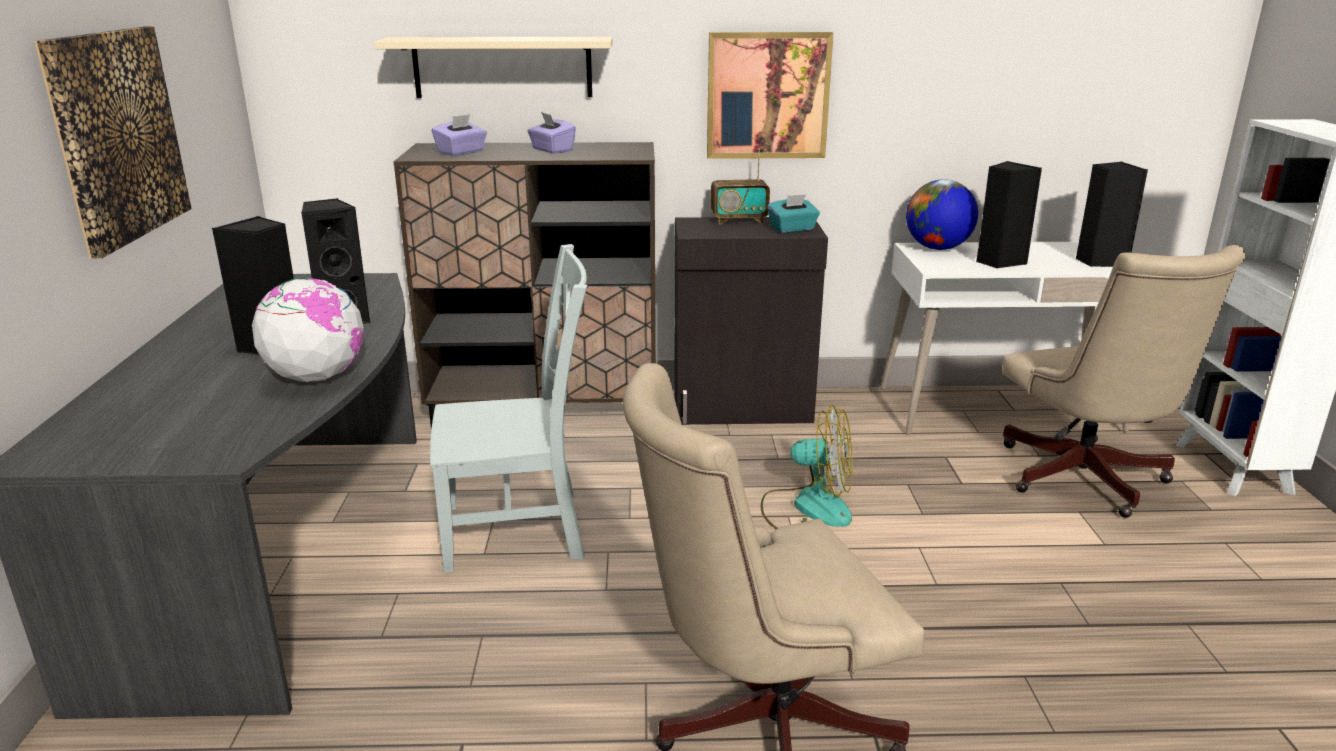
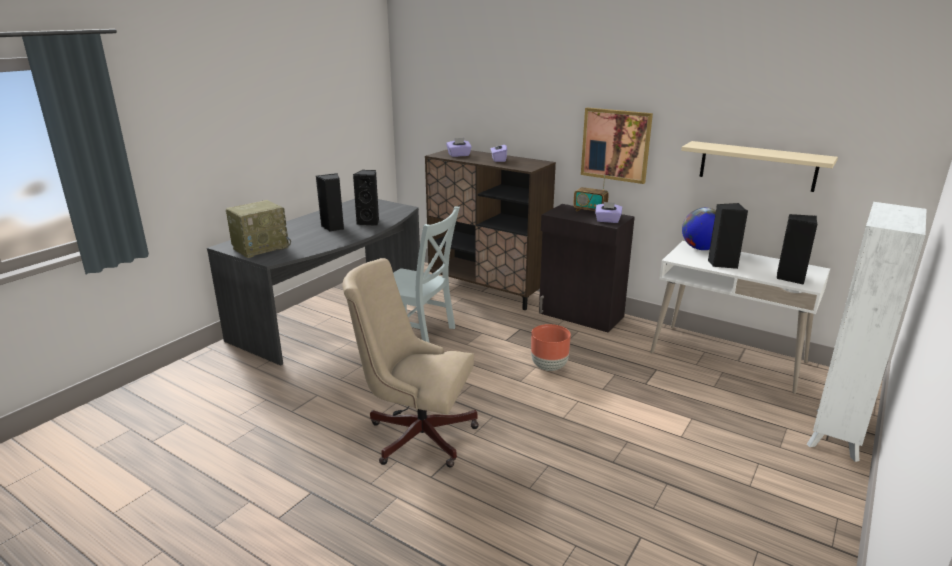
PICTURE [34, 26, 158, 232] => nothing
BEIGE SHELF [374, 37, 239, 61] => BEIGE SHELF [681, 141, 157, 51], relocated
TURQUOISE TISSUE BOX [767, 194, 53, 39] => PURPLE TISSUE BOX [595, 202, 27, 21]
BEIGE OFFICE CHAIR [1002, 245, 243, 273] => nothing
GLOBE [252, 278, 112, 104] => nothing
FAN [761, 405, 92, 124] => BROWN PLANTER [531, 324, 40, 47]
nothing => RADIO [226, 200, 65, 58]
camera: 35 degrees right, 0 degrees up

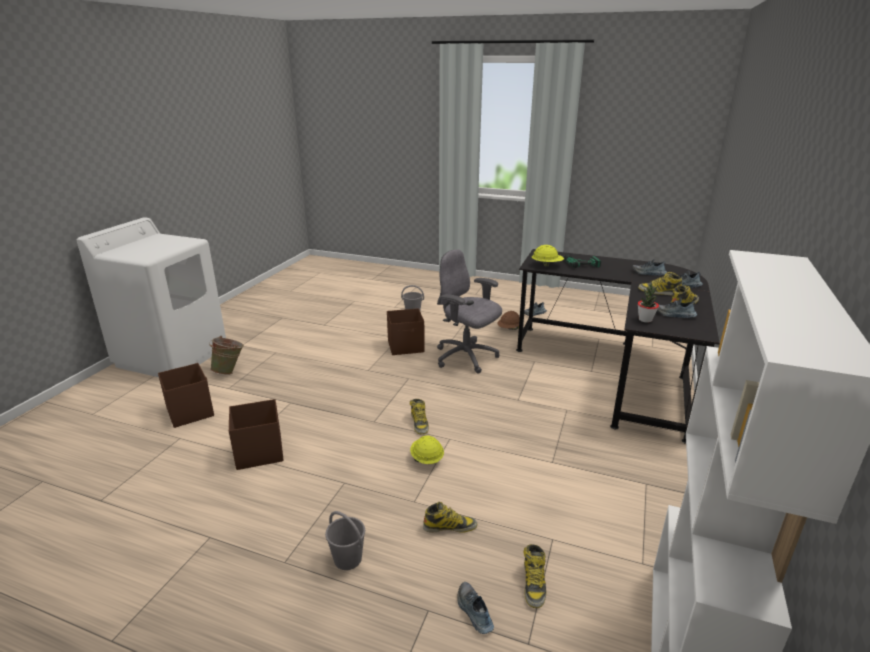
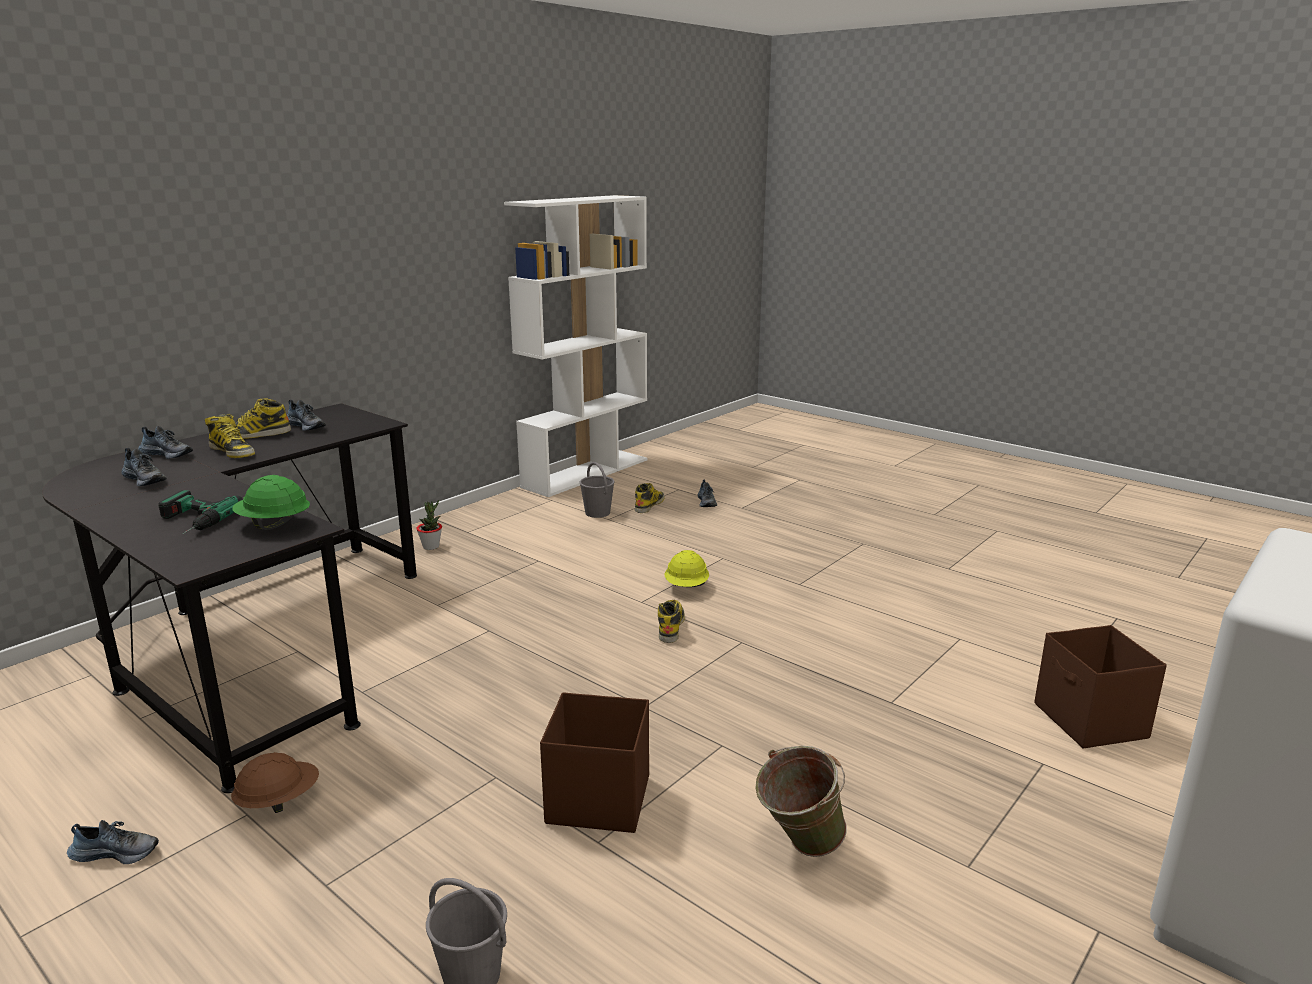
YELLOW HARD HAT [532, 245, 32, 22] => GREEN HARD HAT [232, 475, 78, 55]
GREY OFFICE CHAIR [437, 249, 65, 125] => nothing
POTTED PLANT [638, 284, 21, 39] => POTTED PLANT [416, 500, 26, 50], relocated
GREEN BUCKET [209, 336, 35, 39] => GREEN BUCKET [755, 746, 92, 111], relocated
BROWN STORAGE BOX [229, 399, 55, 71] => nothing
BOOT [423, 502, 54, 31] => nothing
GREY BUCKET [325, 511, 40, 59] => GREY BUCKET [580, 462, 35, 56], relocated
camera: 160 degrees left, 5 degrees down

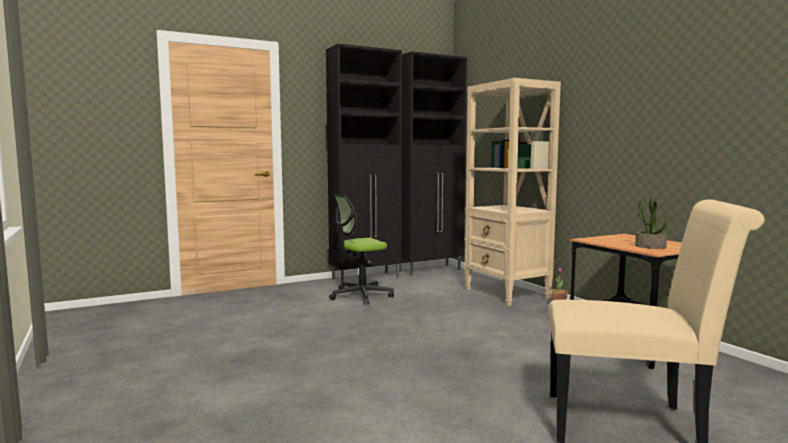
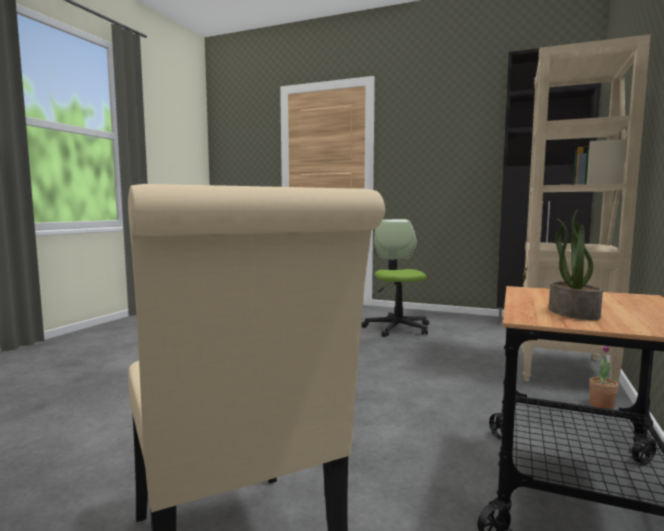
BLACK CABINET [326, 44, 76, 238] => nothing
OFFICE CHAIR [329, 194, 65, 111] => OFFICE CHAIR [362, 219, 67, 118], 60 degrees clockwise
camera: 50 degrees right, 0 degrees up

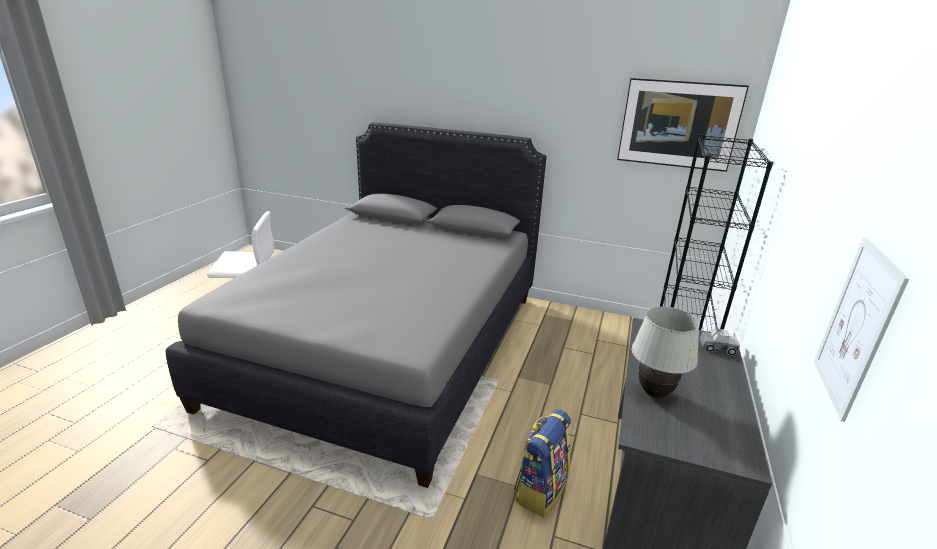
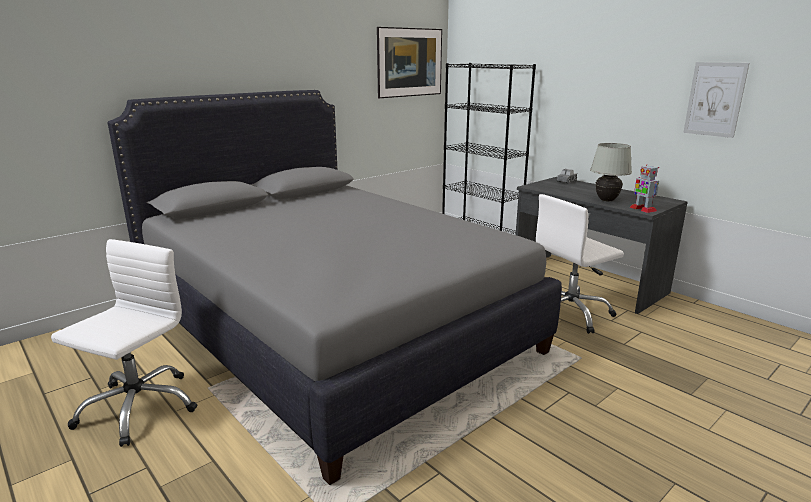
BACKPACK [514, 409, 57, 108] => WHITE OFFICE CHAIR [536, 194, 88, 140]
nothing => TOY ROBOT [630, 164, 29, 49]
camera: 60 degrees left, 5 degrees down

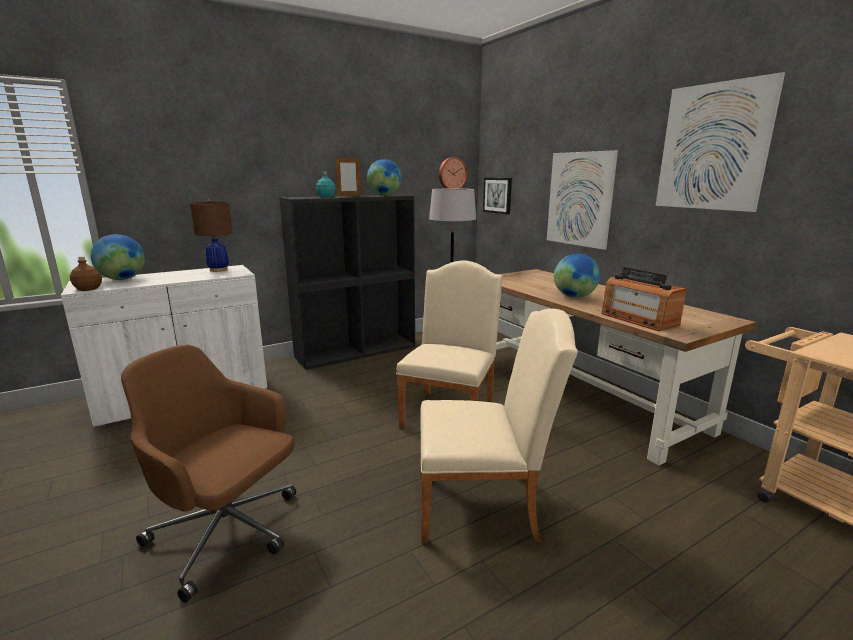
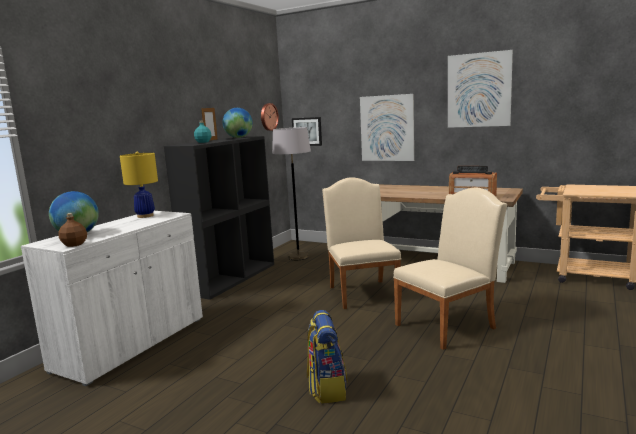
BROWN TABLE LAMP [190, 200, 43, 72] => YELLOW TABLE LAMP [120, 152, 38, 66]
GLOBE [554, 254, 46, 44] => nothing
BROWN OFFICE CHAIR [121, 345, 175, 258] => BACKPACK [307, 310, 41, 94]
camera: 30 degrees left, 5 degrees down

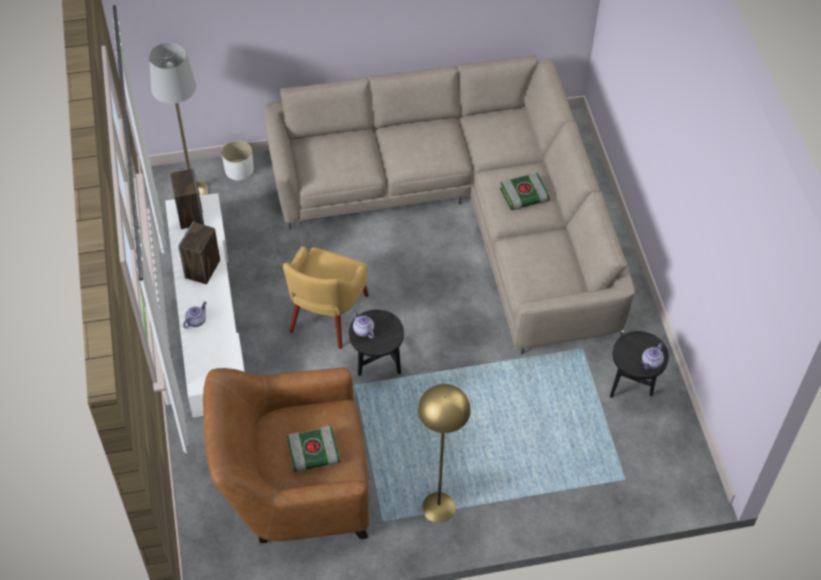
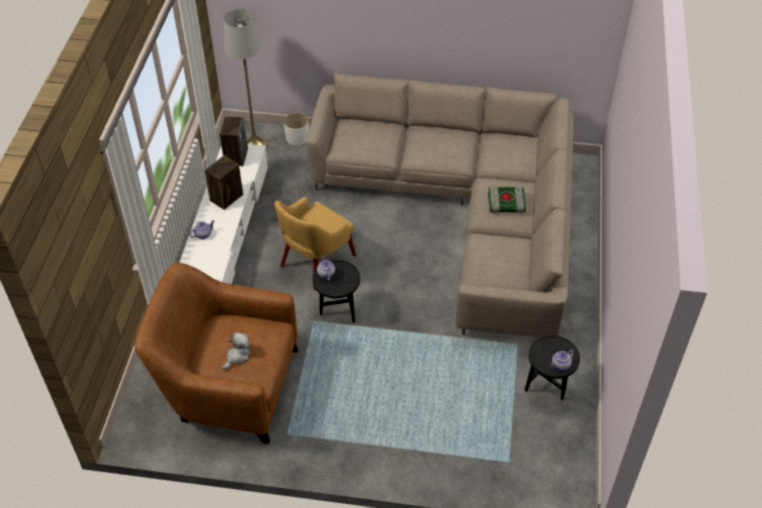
YELLOW FLOOR LAMP [418, 384, 53, 139] => nothing
BOOK [287, 426, 53, 46] => PLUSH TOY [222, 332, 28, 38]
camera: 20 degrees right, 5 degrees down

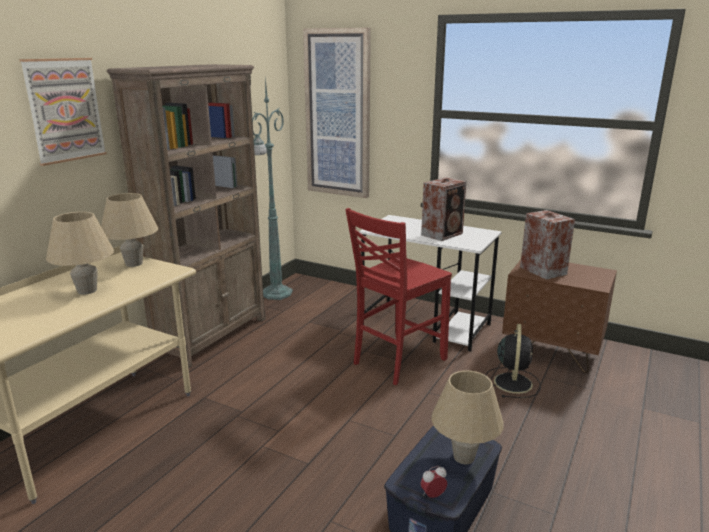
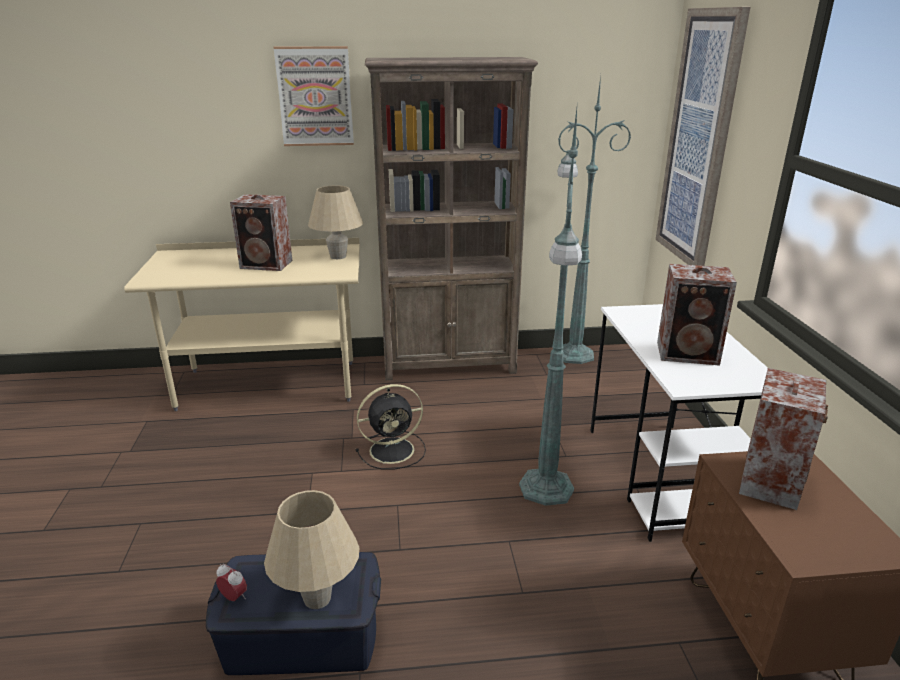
RED CHAIR [345, 208, 107, 177] => GREEN FLOOR LAMP [519, 109, 63, 397]
BEIGE TABLE LAMP [46, 212, 68, 83] => SPEAKER [230, 194, 62, 77]
BLACK FAN [486, 324, 55, 74] => BLACK FAN [355, 384, 71, 86], relocated
camera: 55 degrees right, 5 degrees up

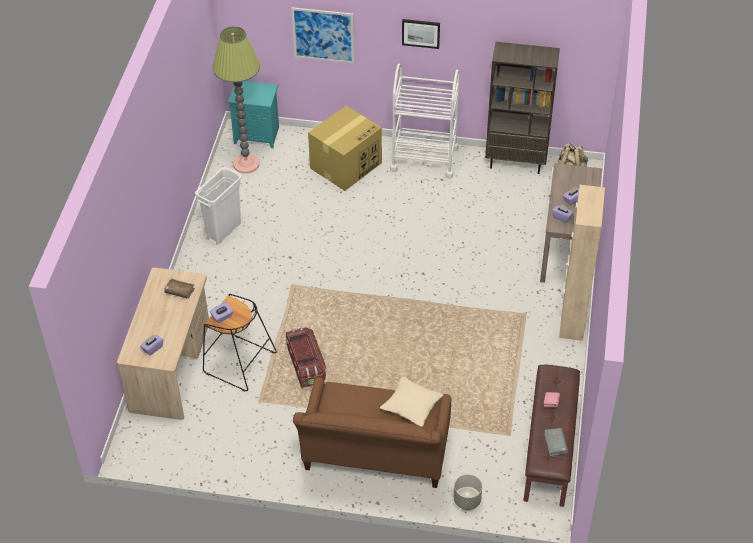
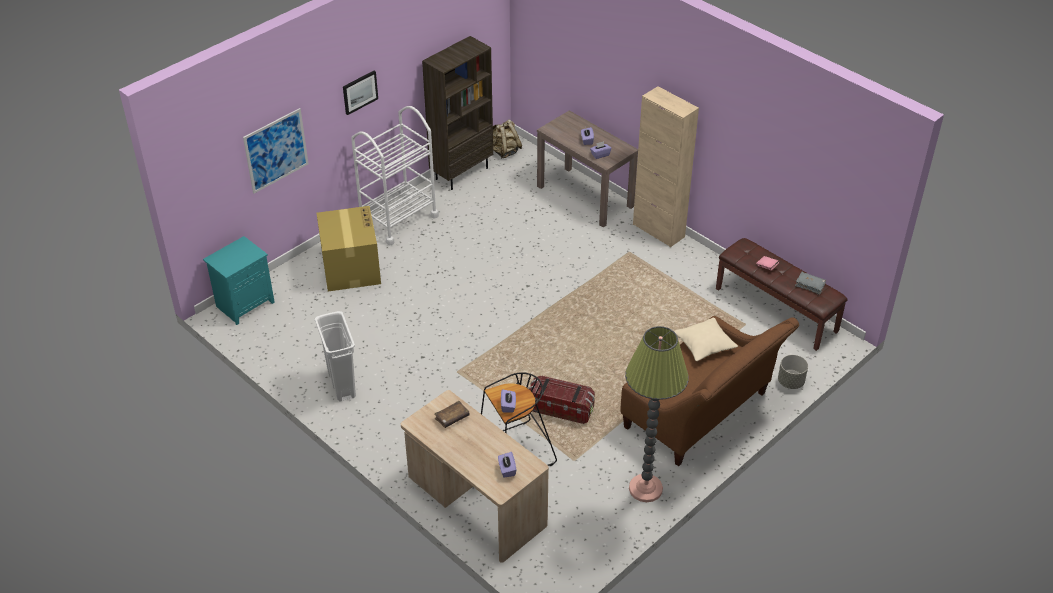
FLOOR LAMP [212, 26, 48, 148] => FLOOR LAMP [625, 326, 64, 176], relocated
camera: 55 degrees left, 5 degrees down

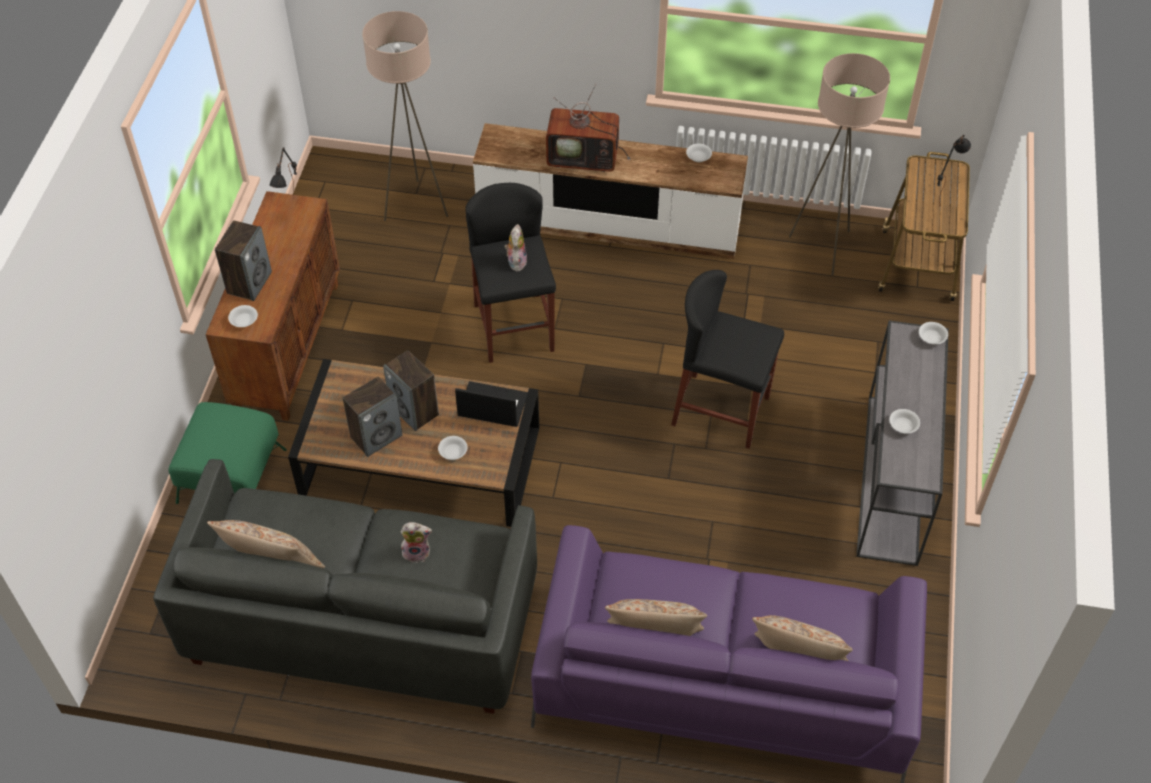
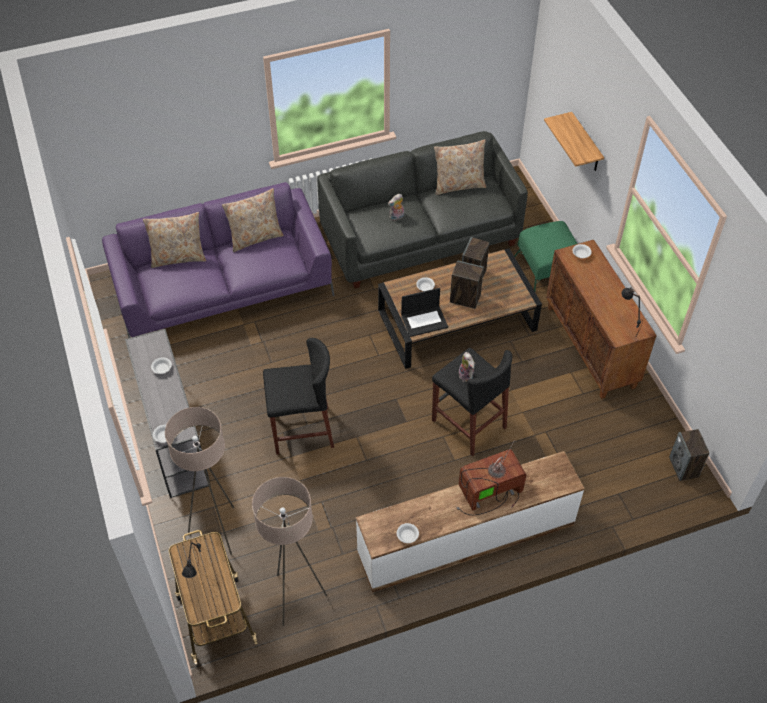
BEIGE FLOOR LAMP [362, 11, 86, 210] => BEIGE FLOOR LAMP [165, 407, 69, 148], relocated
SPEAKER [215, 220, 57, 81] => SPEAKER [669, 429, 40, 52], relocated
nothing => SHELF [544, 112, 60, 59]
camera: 150 degrees right, 0 degrees up

